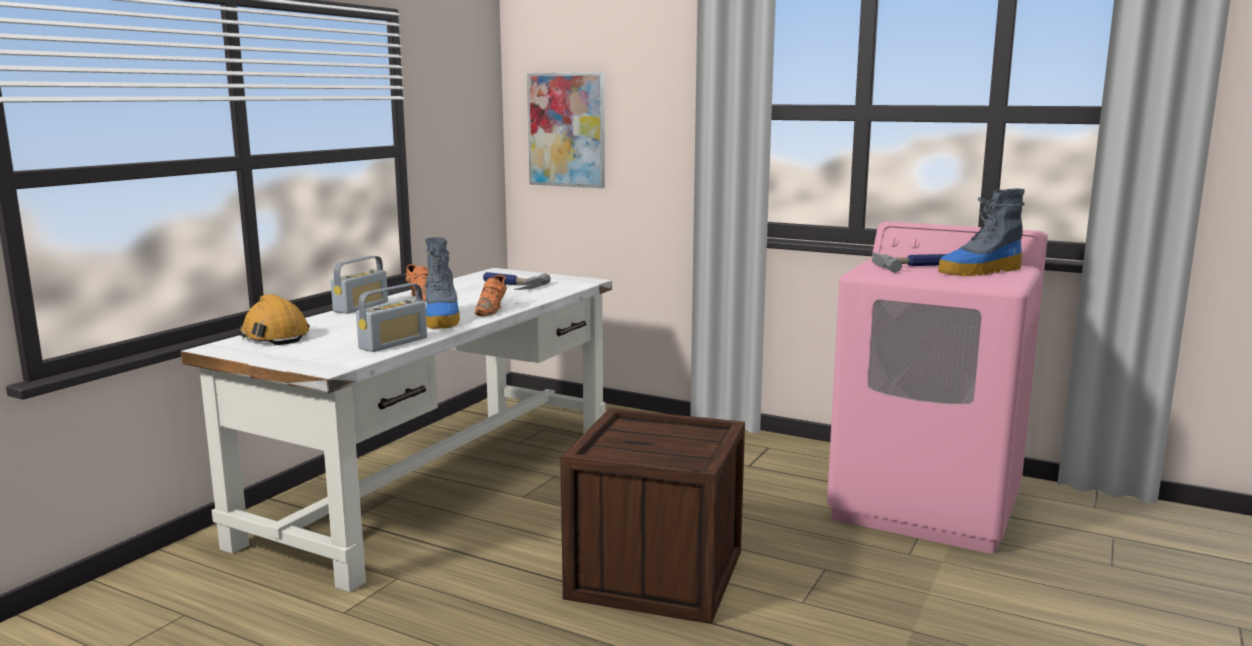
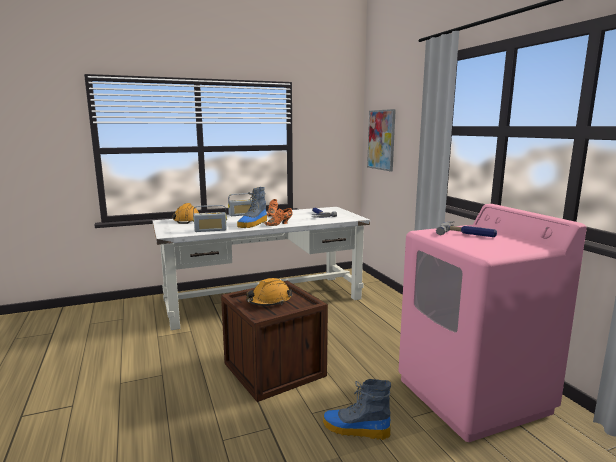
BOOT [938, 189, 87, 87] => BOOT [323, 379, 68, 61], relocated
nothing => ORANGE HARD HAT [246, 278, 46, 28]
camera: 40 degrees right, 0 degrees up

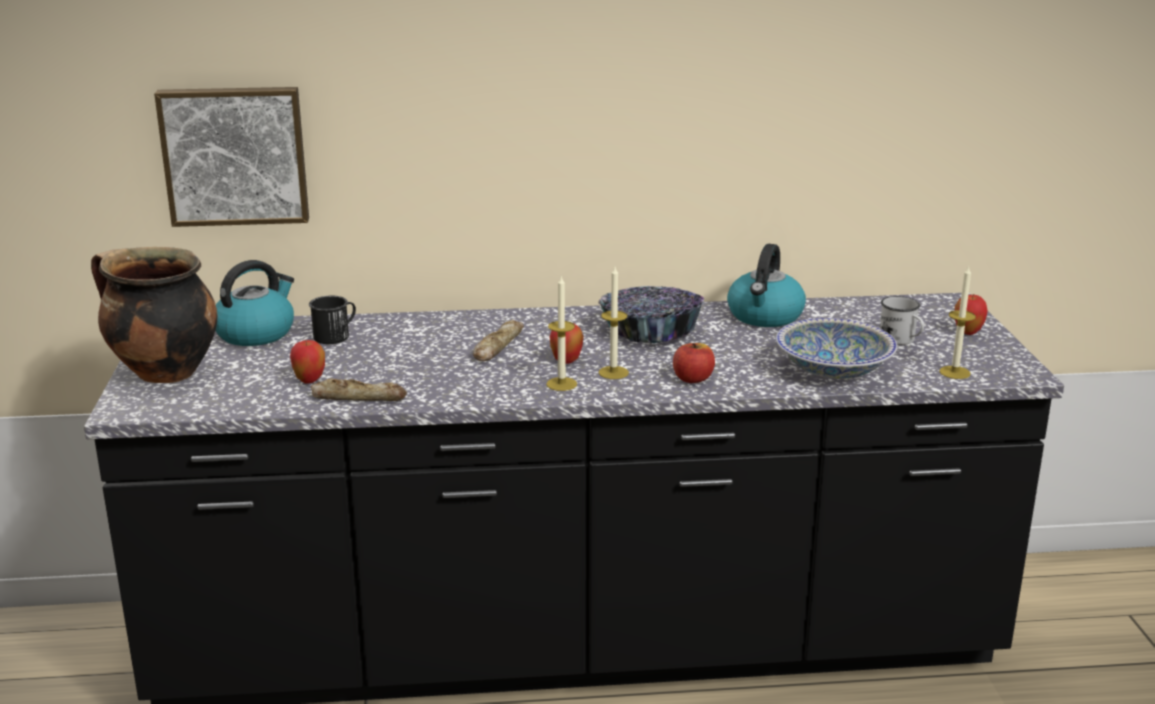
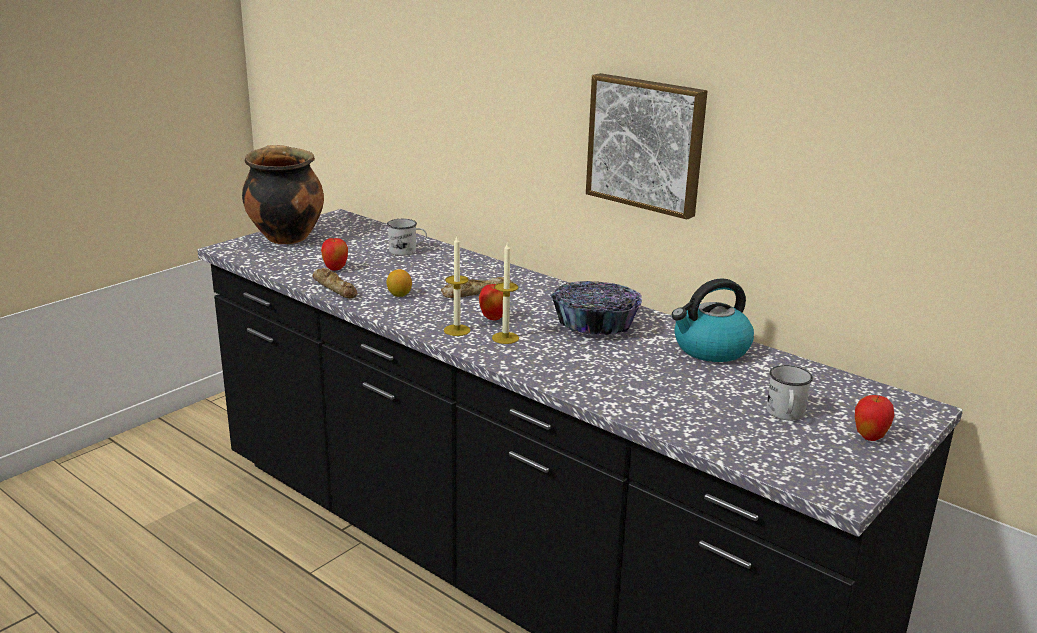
PICTURE [154, 87, 155, 140] => PICTURE [586, 73, 122, 147], relocated
KETTLE [215, 260, 79, 86] => nothing
CANDLE [939, 266, 37, 113] => nothing
BLACK MUG [309, 296, 47, 48] => WHITE MUG [387, 219, 40, 37]
BOWL [776, 318, 121, 61] => nothing
APPLE [673, 343, 42, 40] => nothing
nothing => LEMON [387, 269, 25, 28]
camera: 45 degrees right, 0 degrees up

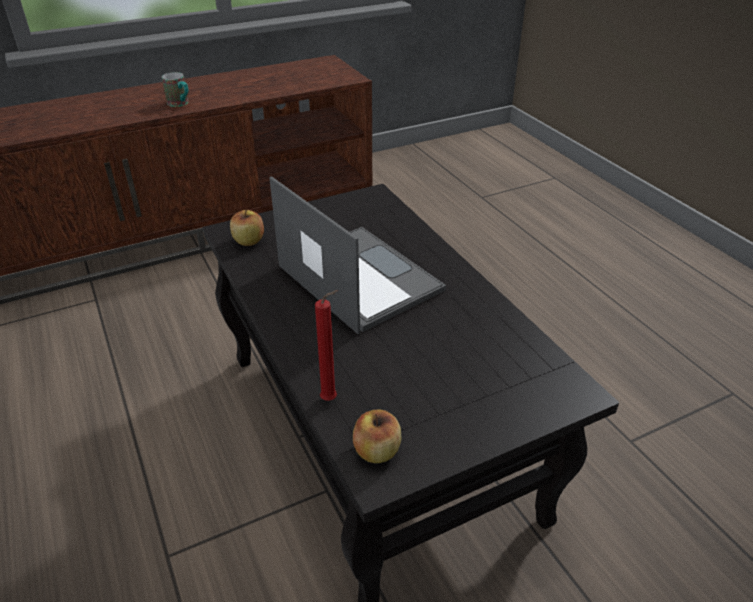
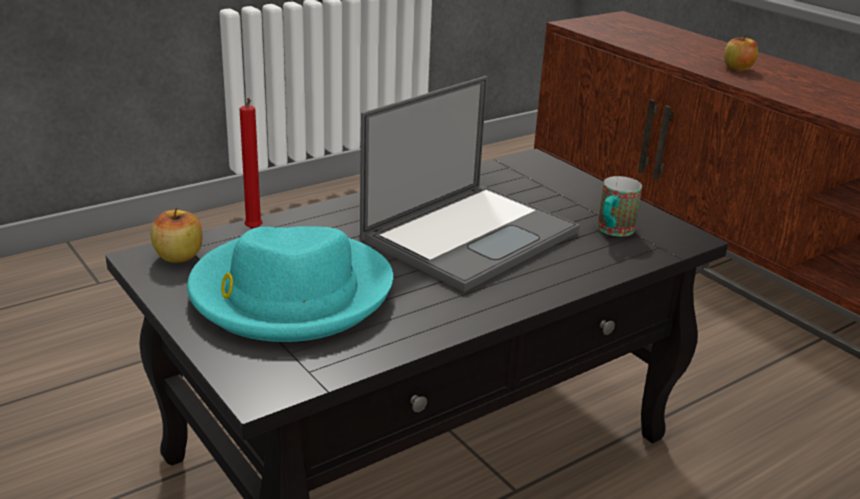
MUG [162, 72, 27, 35] => MUG [597, 176, 45, 60], relocated
APPLE [230, 210, 34, 36] => APPLE [724, 35, 34, 36], relocated
nothing => TURQUOISE HAT [187, 226, 206, 116]
camera: 80 degrees right, 10 degrees down

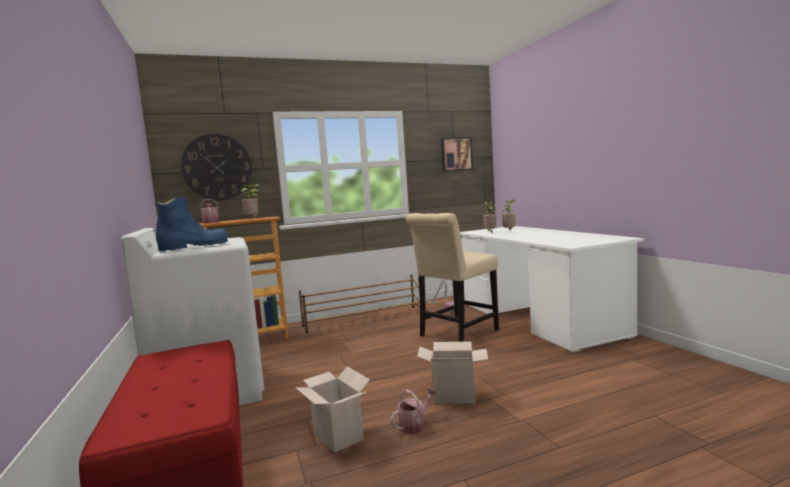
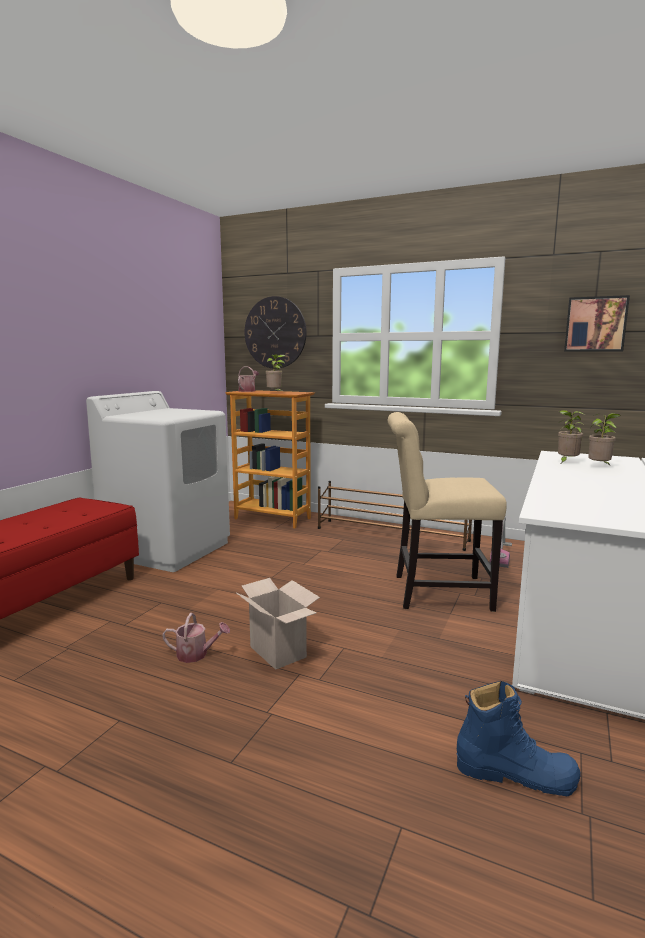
BLUE BOOT [155, 197, 73, 54] => BLUE BOOT [457, 681, 124, 116], relocated
CARDBOARD BOX [295, 366, 75, 87] => nothing
camera: 45 degrees right, 5 degrees up

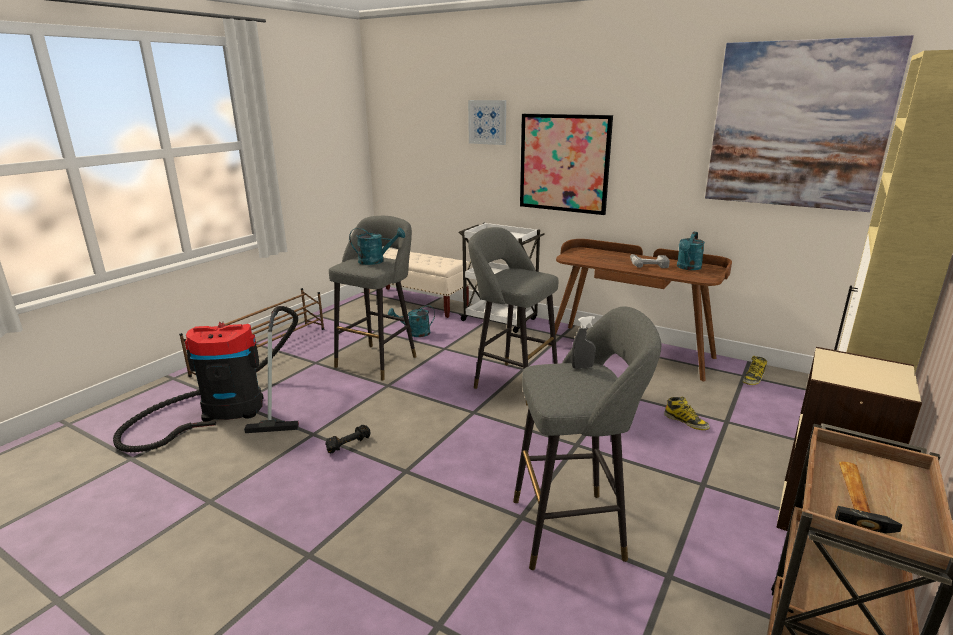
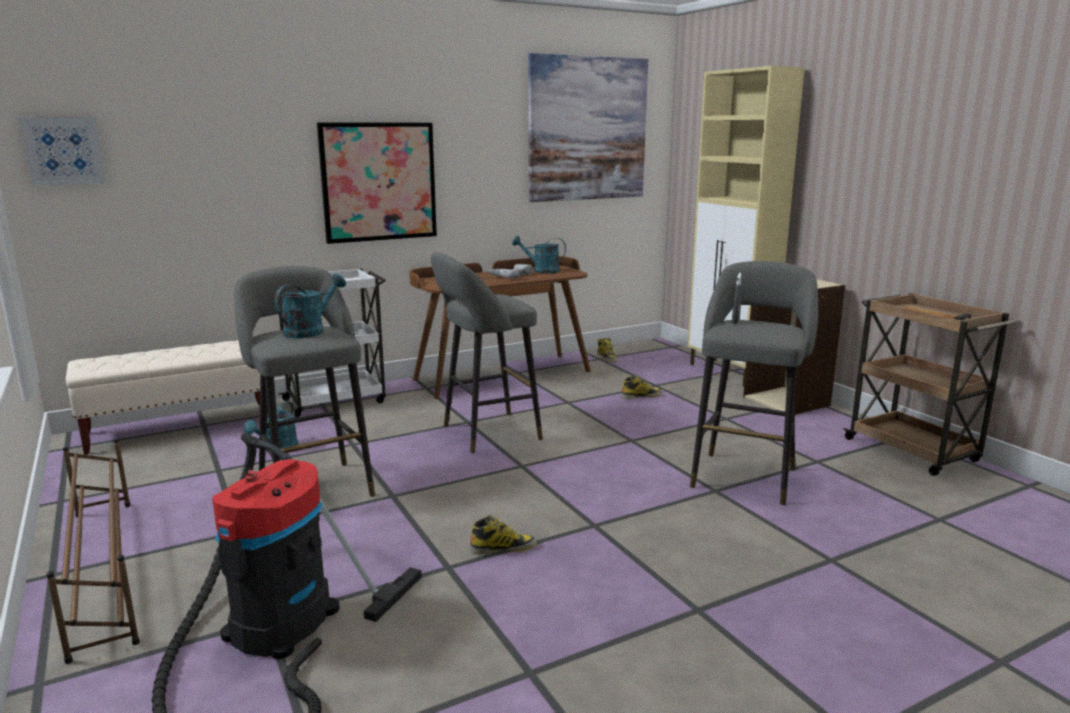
PICTURE [468, 100, 38, 45] => PICTURE [19, 117, 88, 69], relocated
TURQUOISE WATERING CAN [677, 232, 28, 38] => TURQUOISE WATERING CAN [512, 236, 54, 38], 135 degrees clockwise
BLACK DUMBBELL [325, 425, 45, 28] => BOOT [470, 515, 67, 39]
camera: 60 degrees left, 5 degrees down

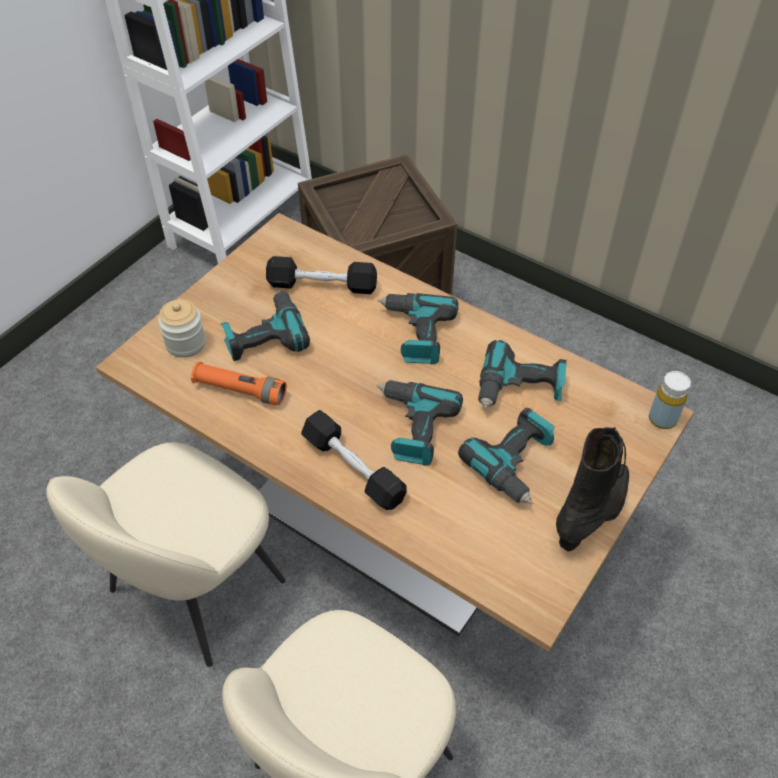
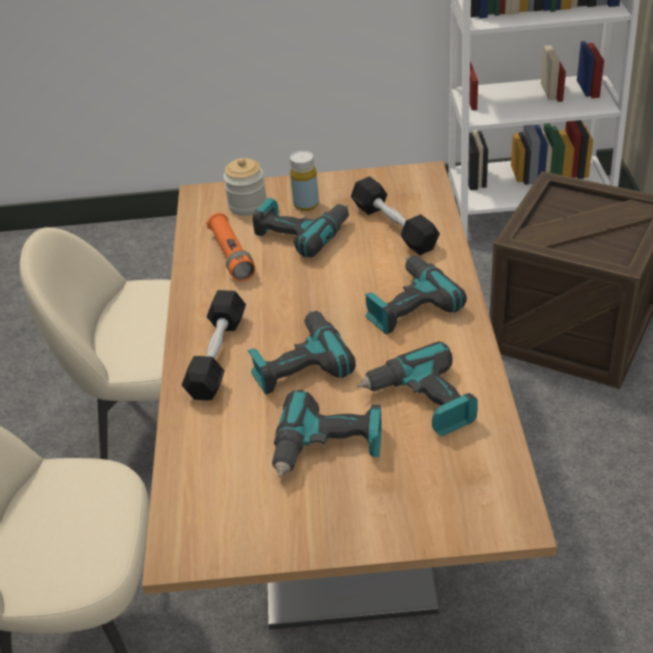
YELLOW BOTTLE [649, 371, 42, 58] => YELLOW BOTTLE [290, 151, 29, 60], relocated
BLACK BOOT [556, 427, 73, 125] => nothing
camera: 55 degrees right, 10 degrees down

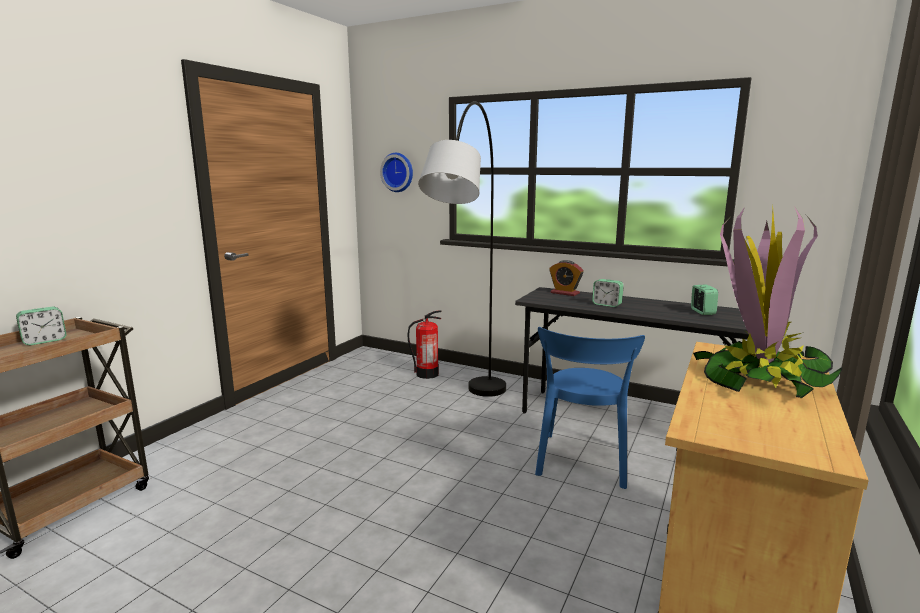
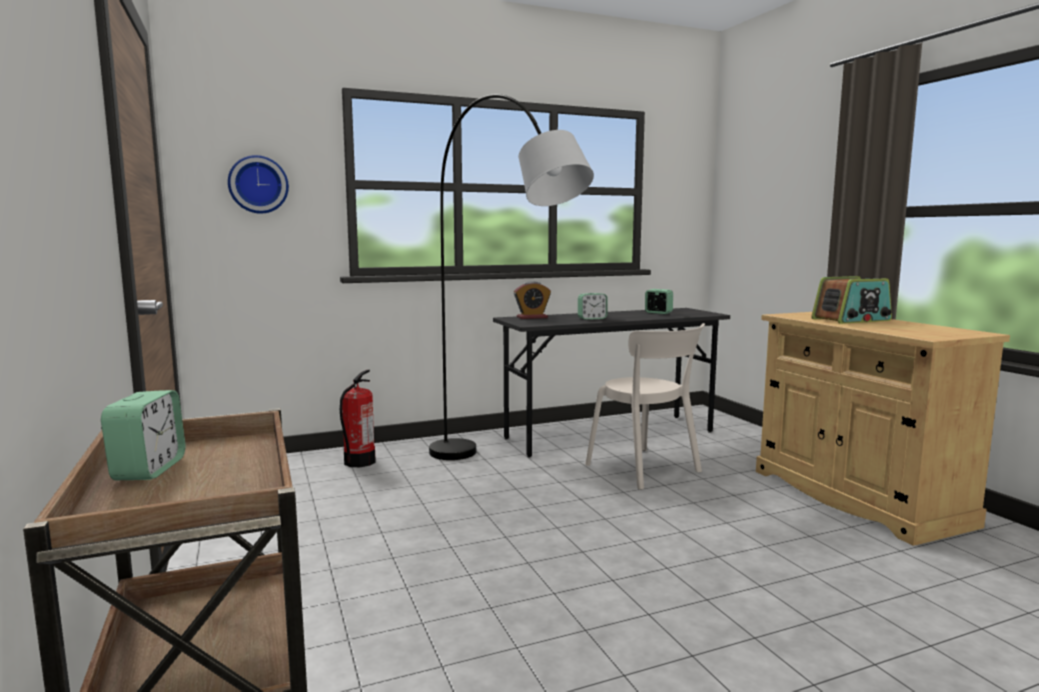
POTTED PLANT [693, 206, 149, 192] => RADIO [811, 276, 81, 48]
BLUE CHAIR [535, 327, 110, 162] => BEIGE CHAIR [585, 323, 120, 167]
camera: 50 degrees left, 5 degrees down

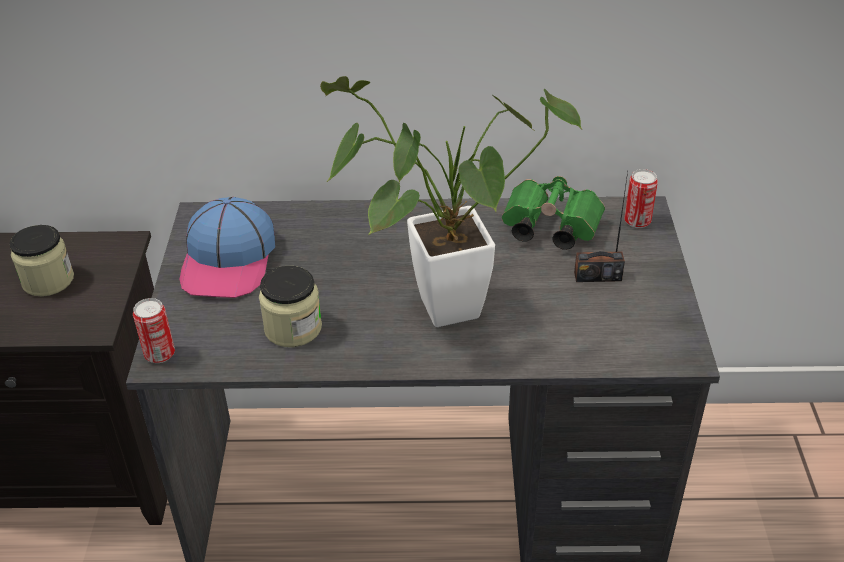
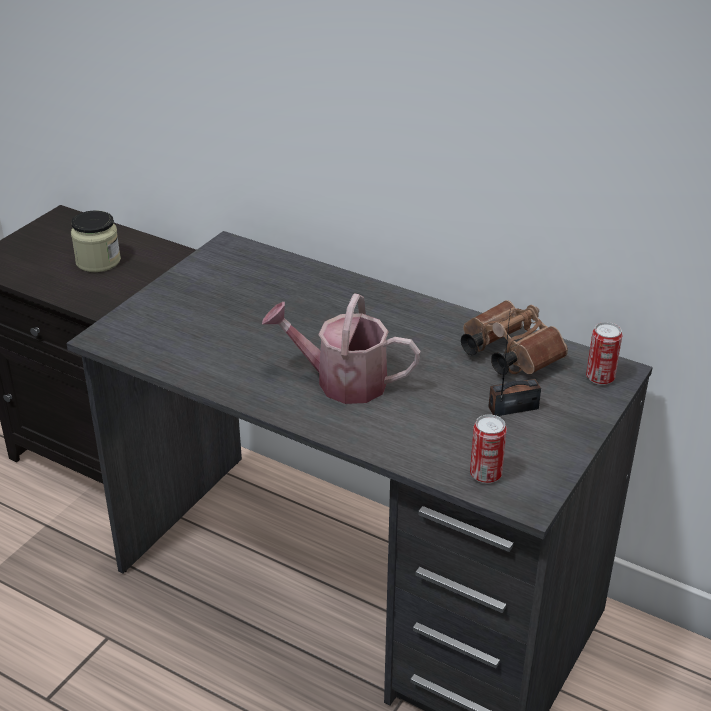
POTTED PLANT [320, 76, 262, 251] => WATERING CAN [262, 293, 159, 111]
RADIO [574, 172, 54, 110] => RADIO [488, 314, 53, 102], 135 degrees clockwise
GREEN BINOCULARS [502, 176, 103, 74] => BROWN BINOCULARS [461, 300, 107, 75]
CAP [180, 197, 95, 101] => nothing
JAR [259, 266, 63, 81] => nothing
CAN [133, 298, 42, 65] => CAN [470, 414, 37, 70], relocated
camera: 30 degrees right, 5 degrees down

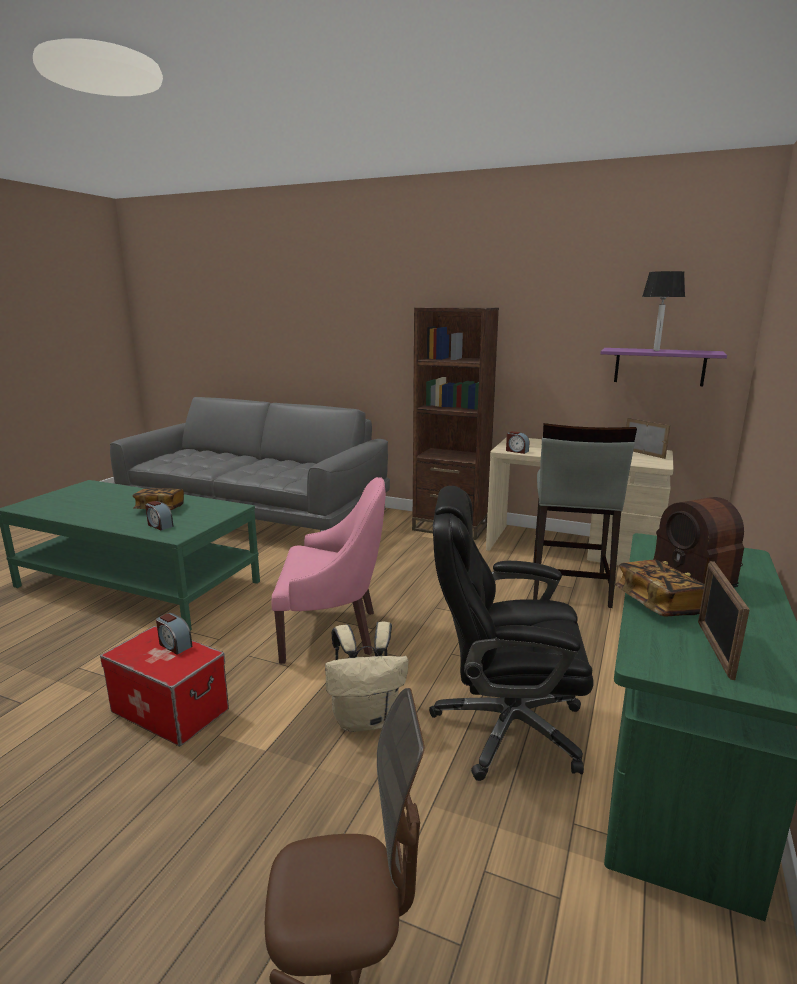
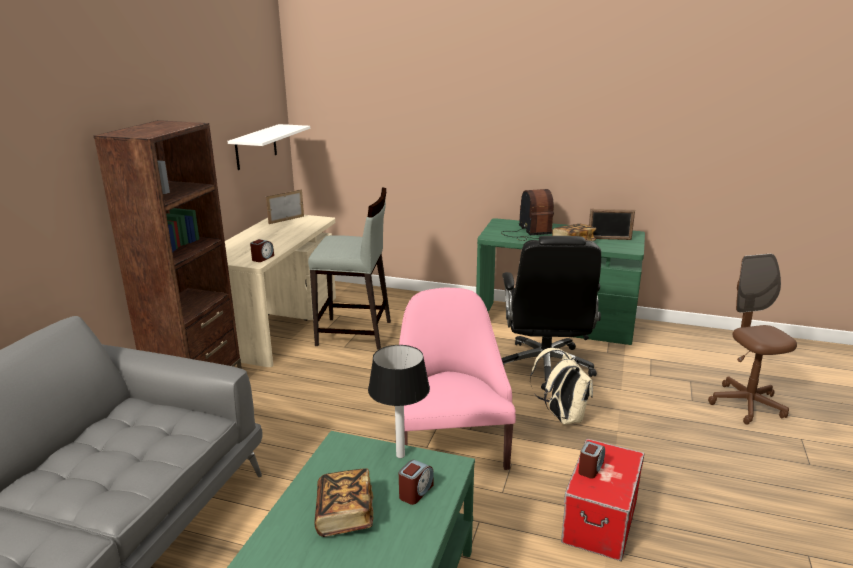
TABLE LAMP [642, 271, 43, 80] => TABLE LAMP [368, 345, 62, 113], relocated
PURPLE SHELF [600, 348, 127, 38] => WHITE SHELF [227, 124, 83, 46]
RADIO [653, 497, 91, 90] => RADIO [501, 189, 53, 52], 75 degrees counterclockwise
camera: 95 degrees left, 5 degrees up

